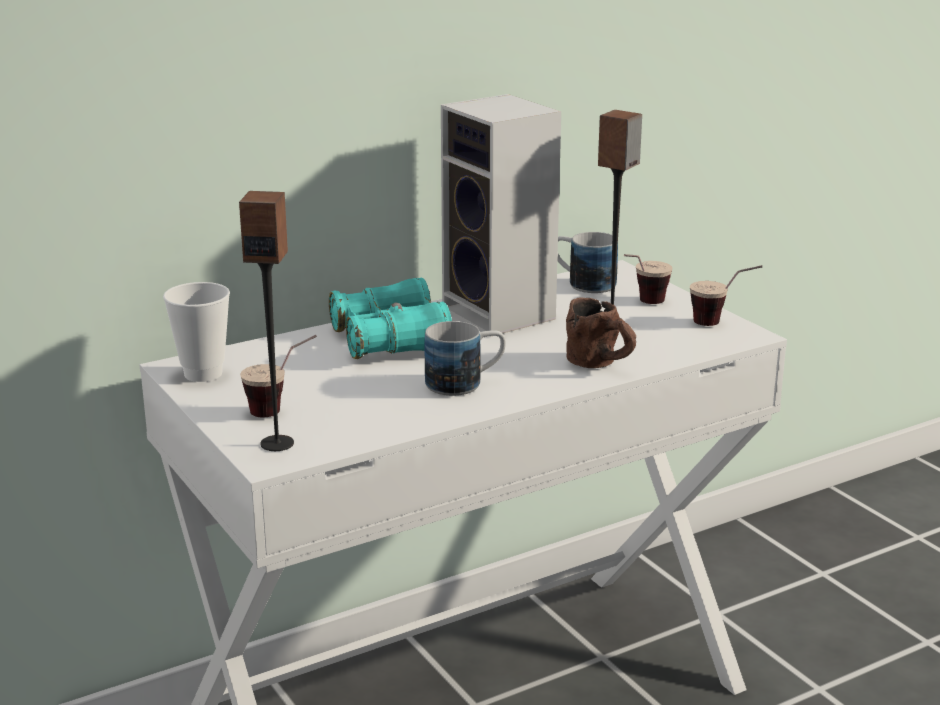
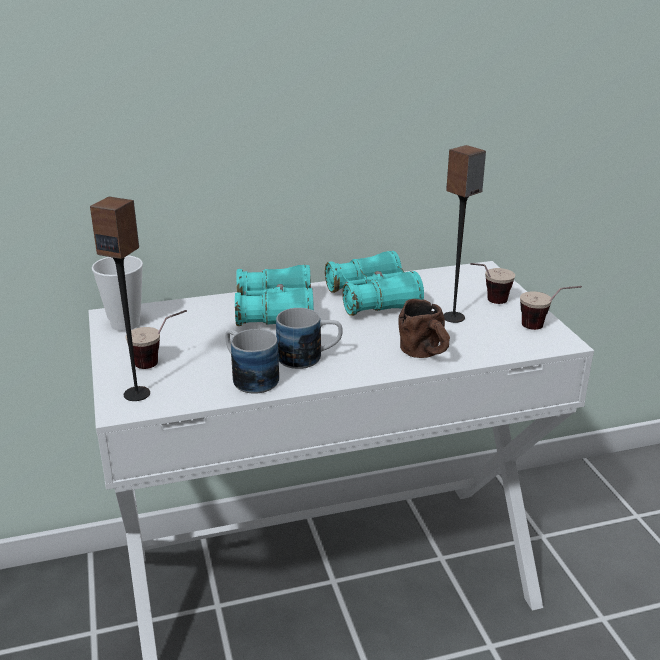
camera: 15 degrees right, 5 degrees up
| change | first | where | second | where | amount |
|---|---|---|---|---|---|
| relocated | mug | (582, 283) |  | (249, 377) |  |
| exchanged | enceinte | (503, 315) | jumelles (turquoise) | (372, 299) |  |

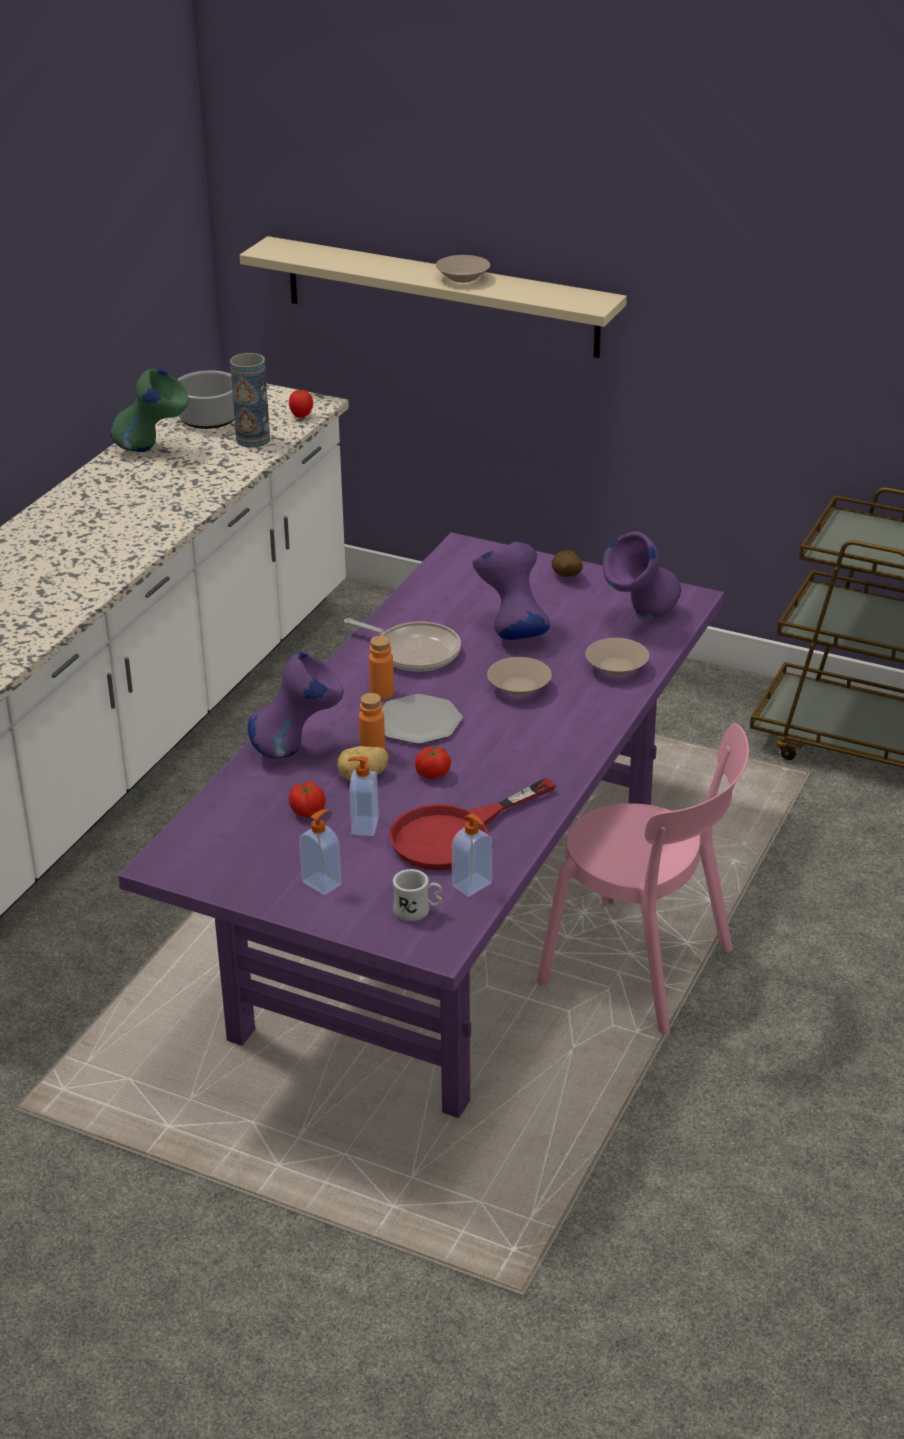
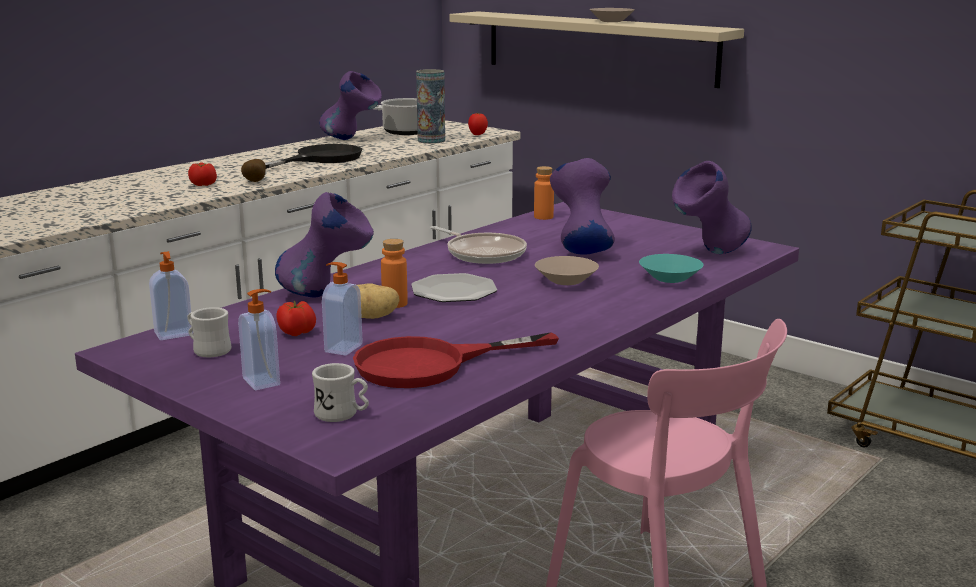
camera: 15 degrees right, 15 degrees down
| change | first | where | second | where | amount |
|---|---|---|---|---|---|
| relocated | distributeur de savon | (473, 885) |  | (174, 334) |  |
| appeared |  |  | mug (blanc) | (208, 350) |  |
| relocated | tomate | (432, 774) |  | (203, 185) |  |
| relocated | pomme de terre | (566, 577) |  | (254, 182) |  |
| appeared |  |  | poêle (noir) | (320, 159) |  |
| colour | vase (vert) | (153, 450) | vase (violet) | (352, 140) |  |
| relocated | bouteille (orange) | (382, 693) |  | (543, 217) |  |
| colour | bol (beige) | (617, 668) | bol (turquoise) | (671, 279) |  |

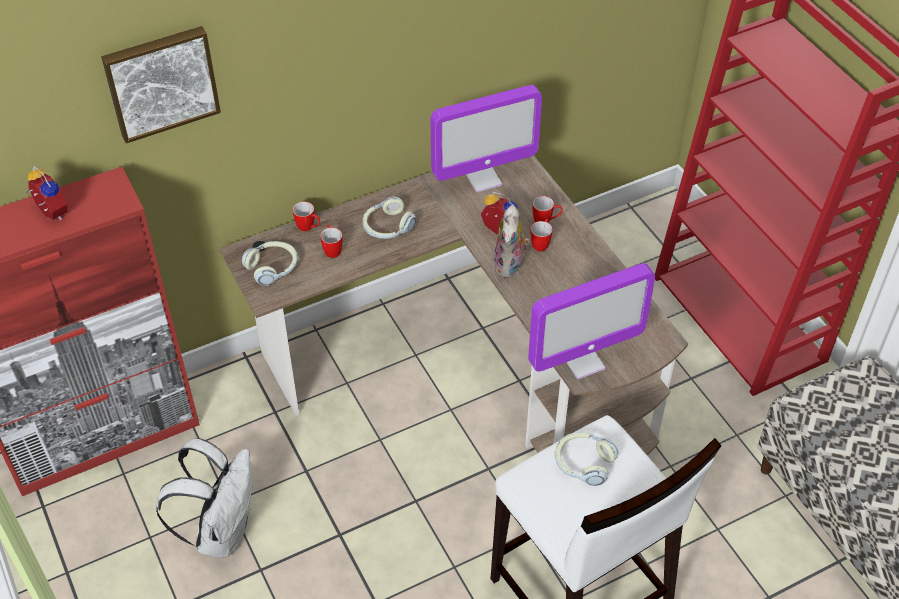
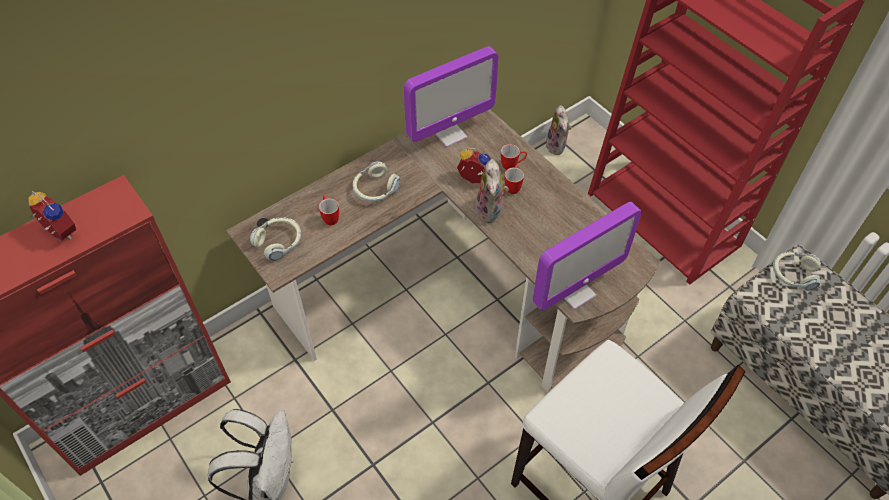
camera: 10 degrees left, 5 degrees up
| change | first | where | second | where | amount |
|---|---|---|---|---|---|
| appeared |  |  | peluche | (557, 146) |  |
| relocated | casque audio | (583, 463) |  | (793, 275) |  |
| missing | tableau | (161, 82) |  |  |  |
| missing | mug | (309, 228) |  |  |  |

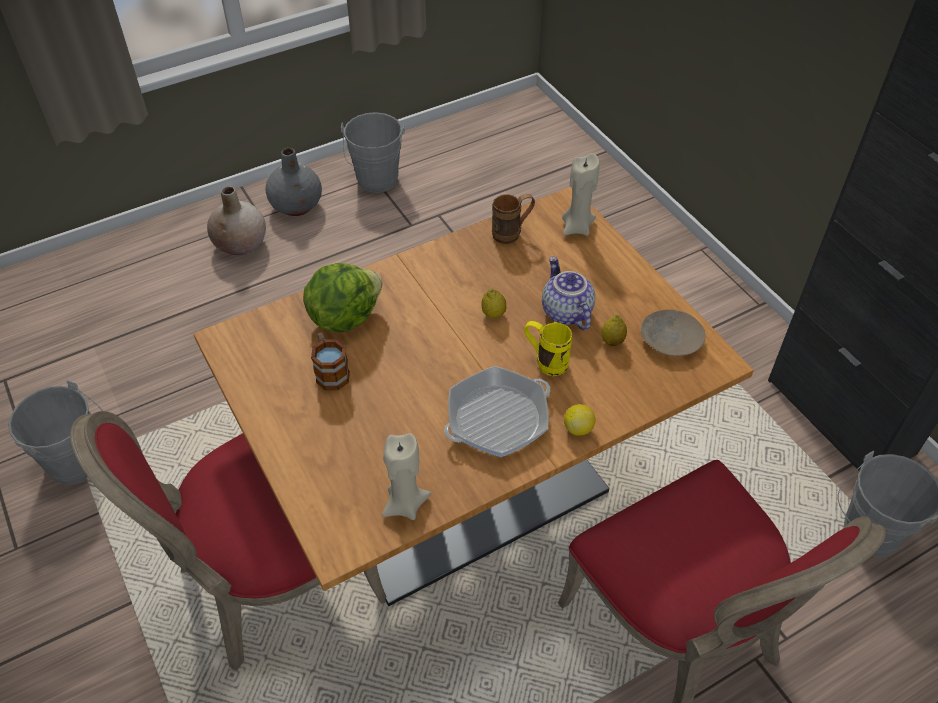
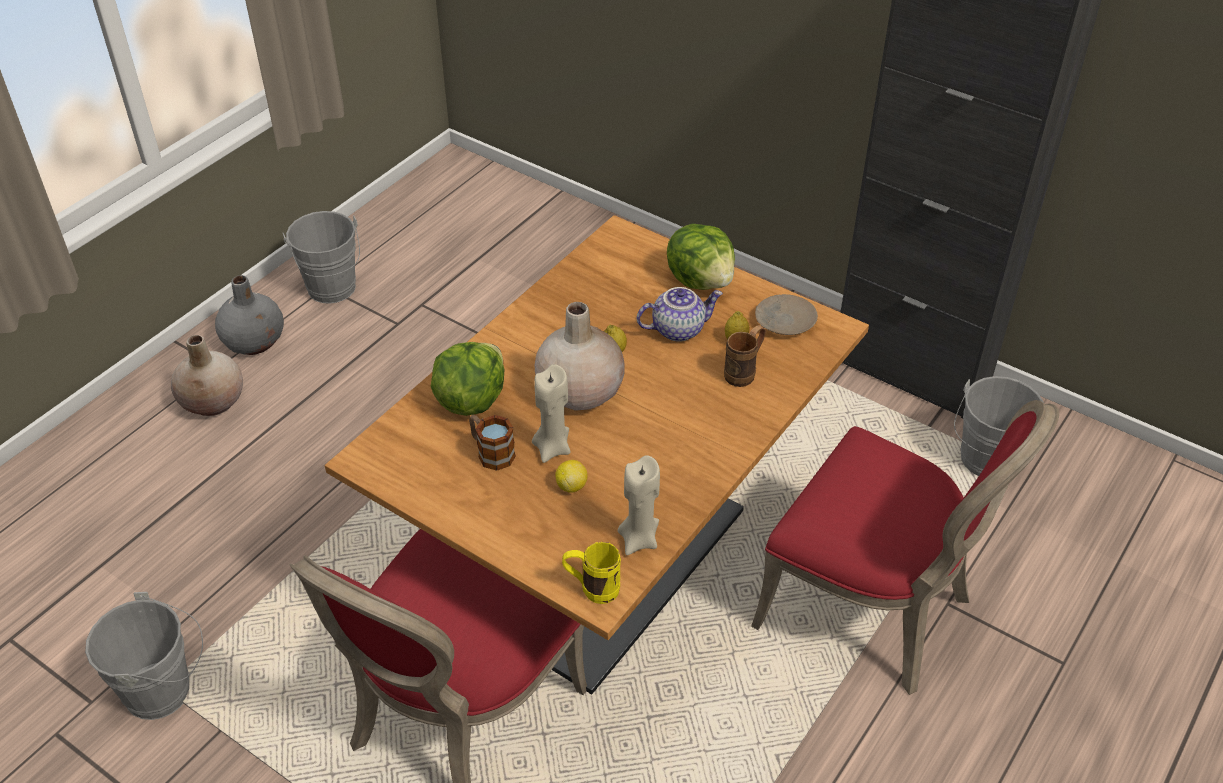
camera: 25 degrees left, 5 degrees down
| change | first | where | second | where | amount |
|---|---|---|---|---|---|
| relocated | bougie (beige) | (577, 227) |  | (552, 448) |  |
| appeared |  |  | vase (beige) | (579, 391) |  |
| relocated | citron | (578, 428) |  | (571, 486) |  |
| relocated | mug (jaune) | (545, 361) |  | (592, 589) |  |
| spun | théière | (565, 312) |  | (678, 329) | 120 degrees clockwise |
| appeared |  |  | laitue | (701, 280) |  |
| relocated | mug (marron) | (512, 233) |  | (744, 372) |  |
| missing | poêle | (497, 418) |  |  |  |

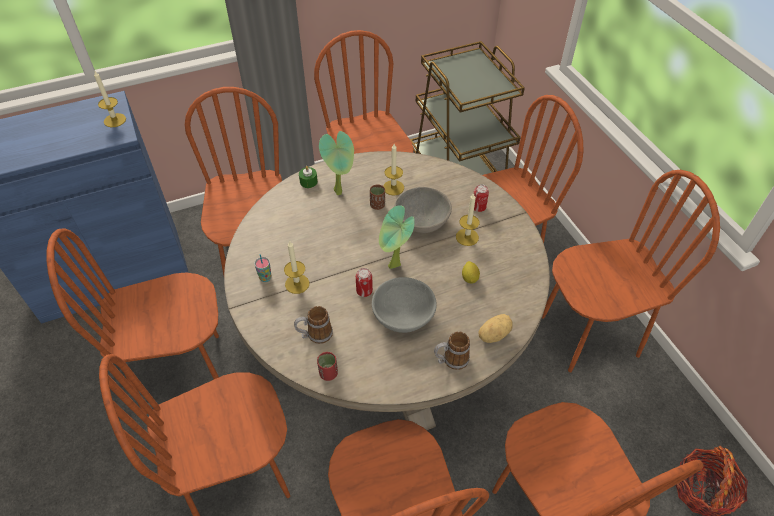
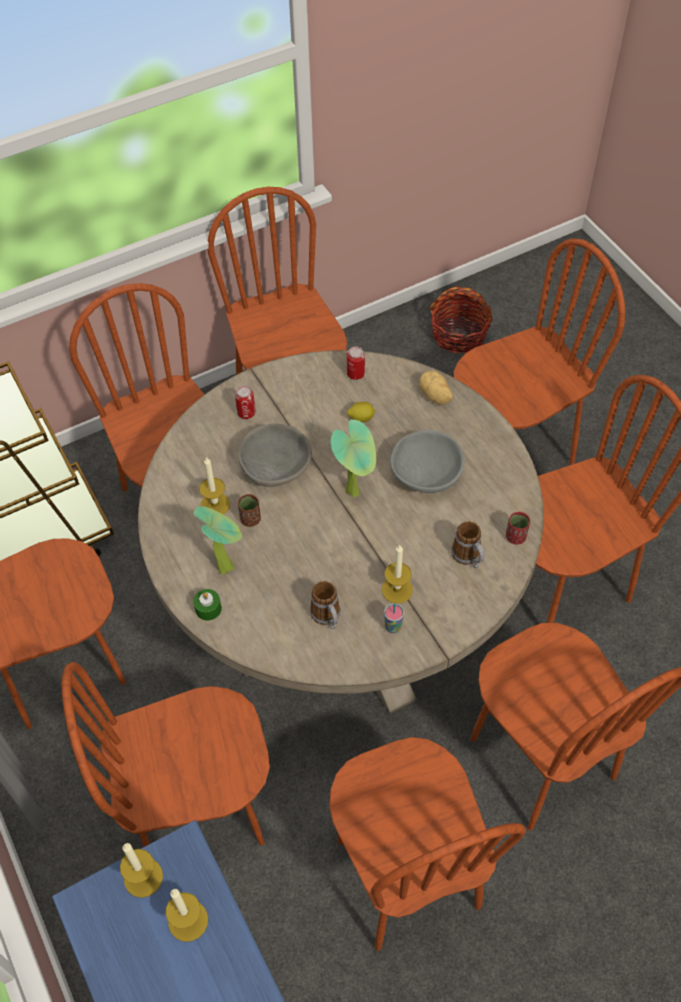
camera: 95 degrees left, 5 degrees up
| change | first | where | second | where | amount |
|---|---|---|---|---|---|
| relocated | bougie | (467, 237) |  | (188, 920) |  |
| relocated | mug | (450, 360) |  | (327, 617) |  |
| relocated | boîte métallique | (364, 291) |  | (355, 374) |  |

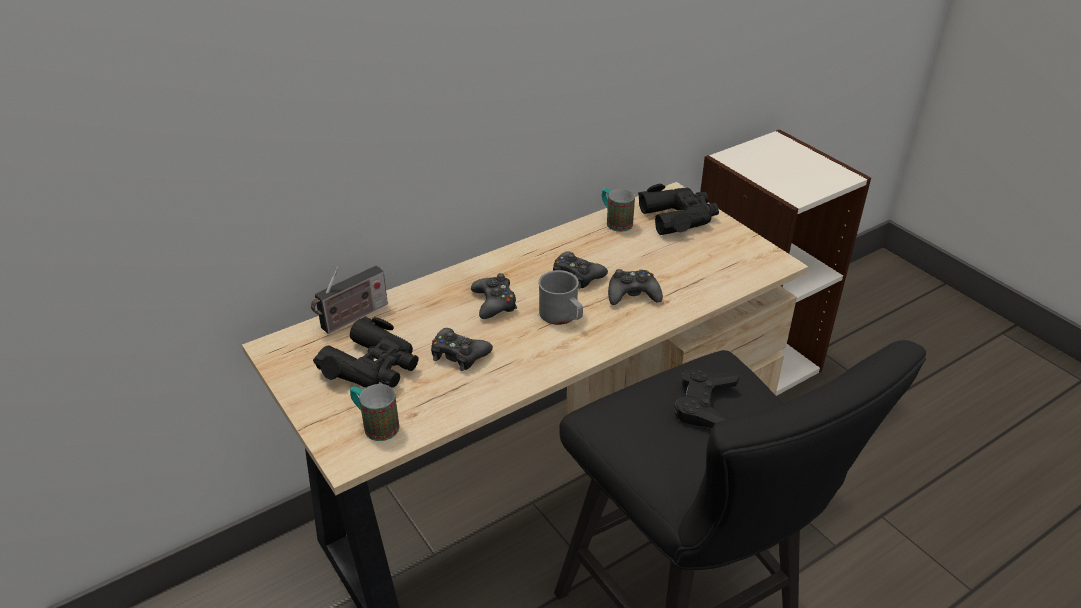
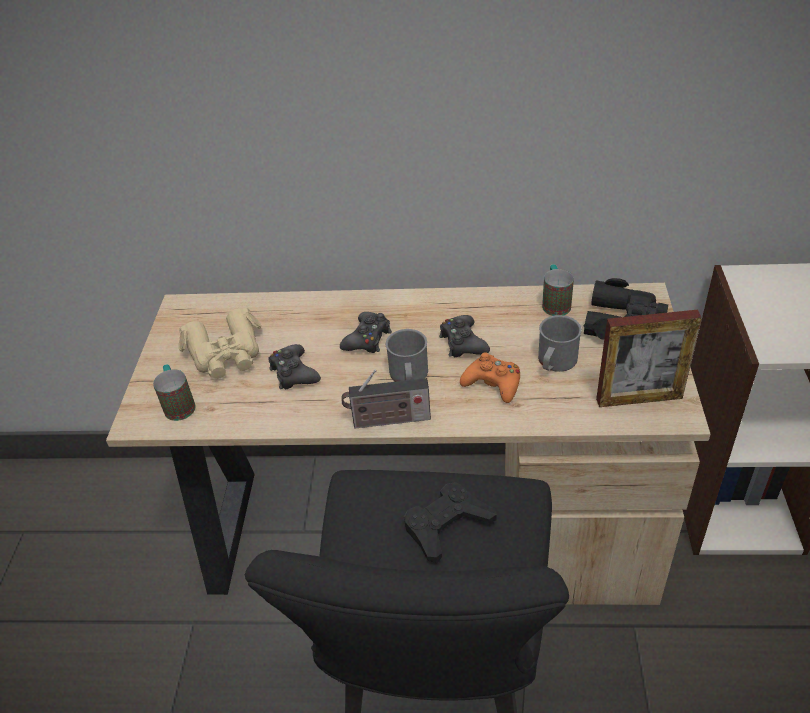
camera: 40 degrees right, 5 degrees up
| change | first | where | second | where | amount |
|---|---|---|---|---|---|
| colour | jumelles (noir) | (373, 366) | jumelles (beige) | (226, 353) |  |
| relocated | radio | (352, 318) |  | (388, 420) |  |
| colour | manette (noir) | (633, 294) | manette (orange) | (493, 384) |  |
| appeared |  |  | mug (gris) | (555, 363) |  |
| appeared |  |  | cadre photo | (639, 398) |  |

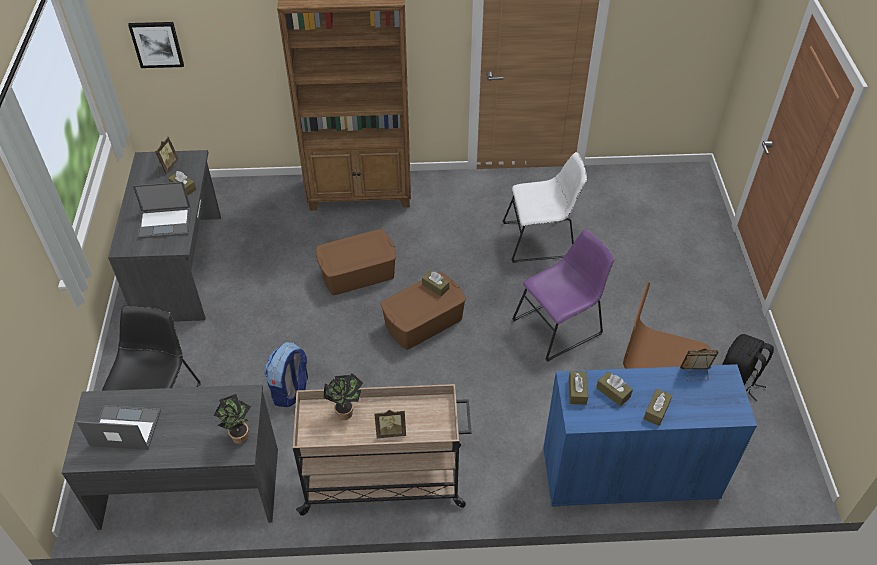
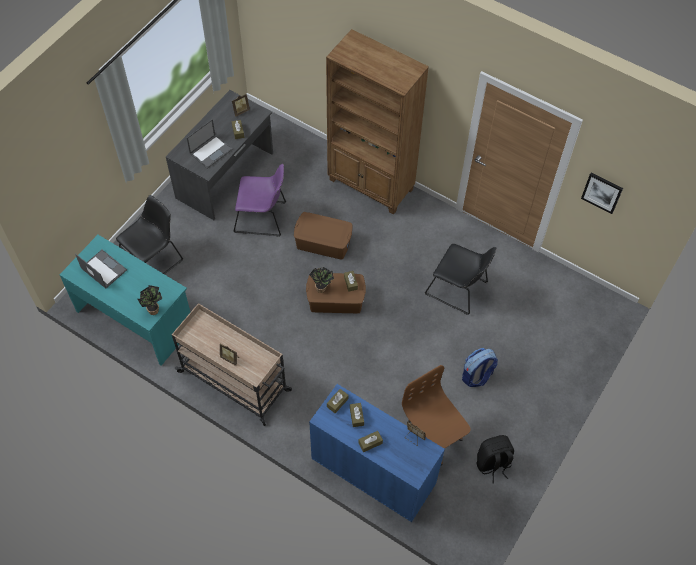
camera: 35 degrees right, 10 degrees up
| change | first | where | second | where | amount |
|---|---|---|---|---|---|
| colour | bureau (gris) | (190, 486) | bureau (turquoise) | (136, 318) |  |
| spun | ordinateur portable | (165, 222) |  | (211, 151) | 75 degrees counterclockwise |
| relocated | chaise (violet) | (560, 325) |  | (263, 217) |  |
| relocated | plante en pot | (345, 411) |  | (322, 288) |  |
| colour | chaise (blanc) | (541, 239) | chaise (noir) | (458, 289) |  |
| relocated | sac à dos | (291, 390) |  | (477, 376) |  |
| relocated | tableau | (157, 44) |  | (602, 192) |  |

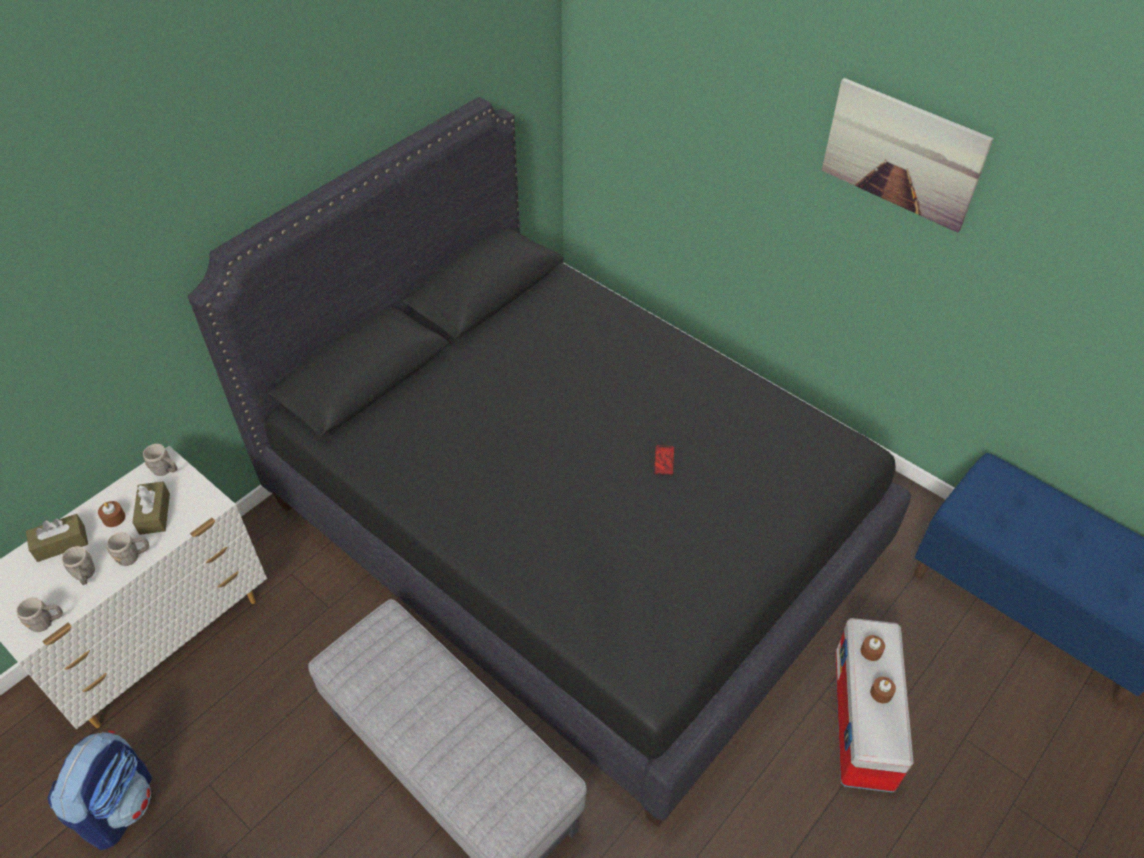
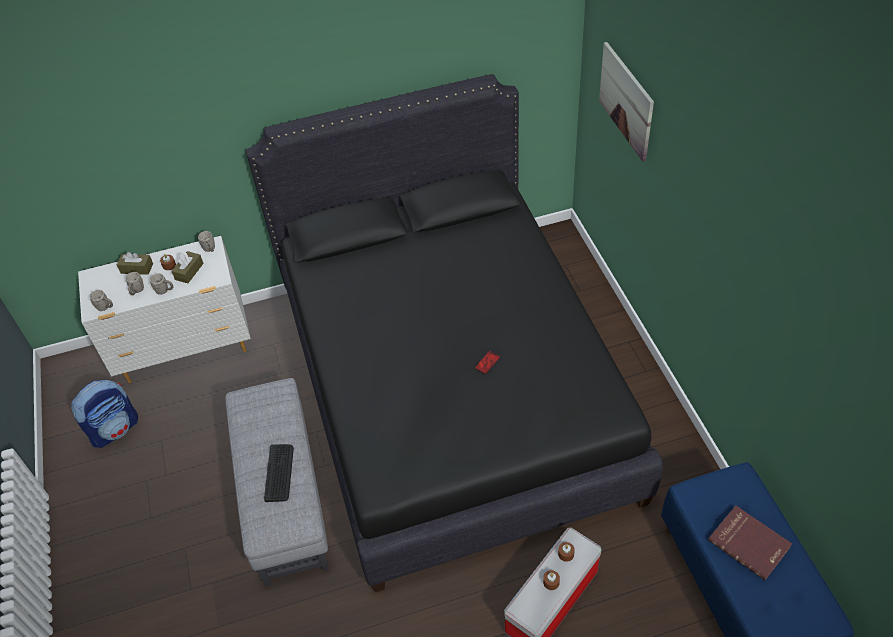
camera: 35 degrees right, 0 degrees up
| change | first | where | second | where | amount |
|---|---|---|---|---|---|
| appeared |  |  | clavier | (279, 473) |  |
| relocated | tableau | (902, 154) |  | (626, 100) |  |
| appeared |  |  | livre (rouge) | (749, 543) |  |

